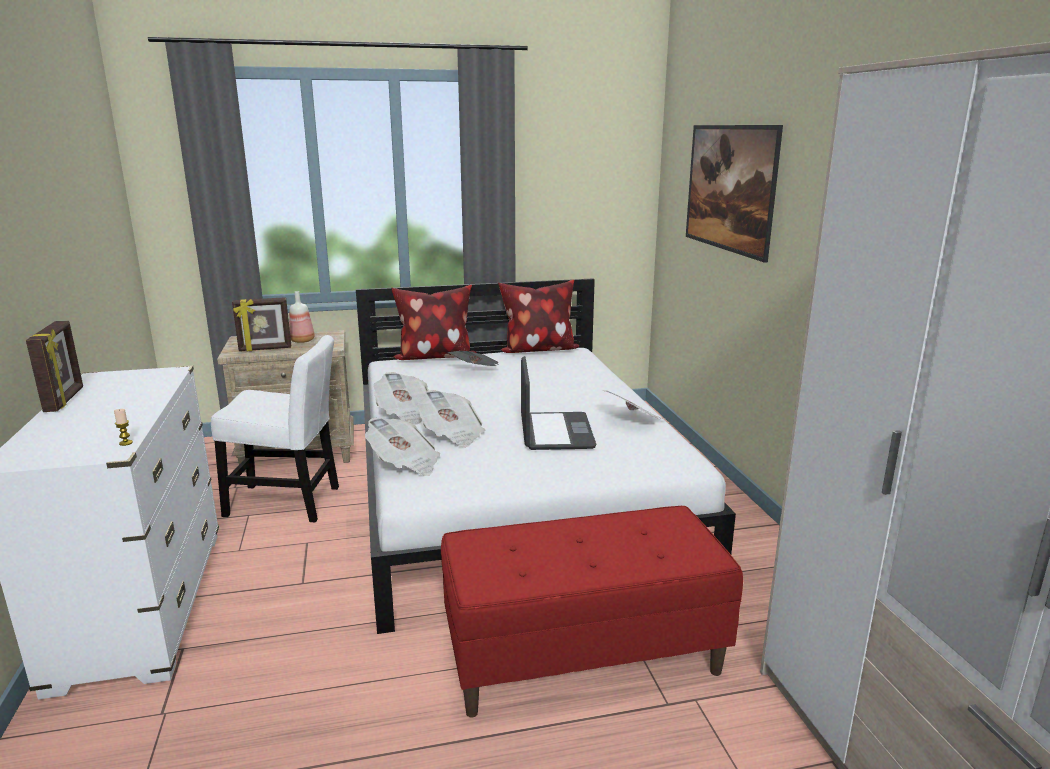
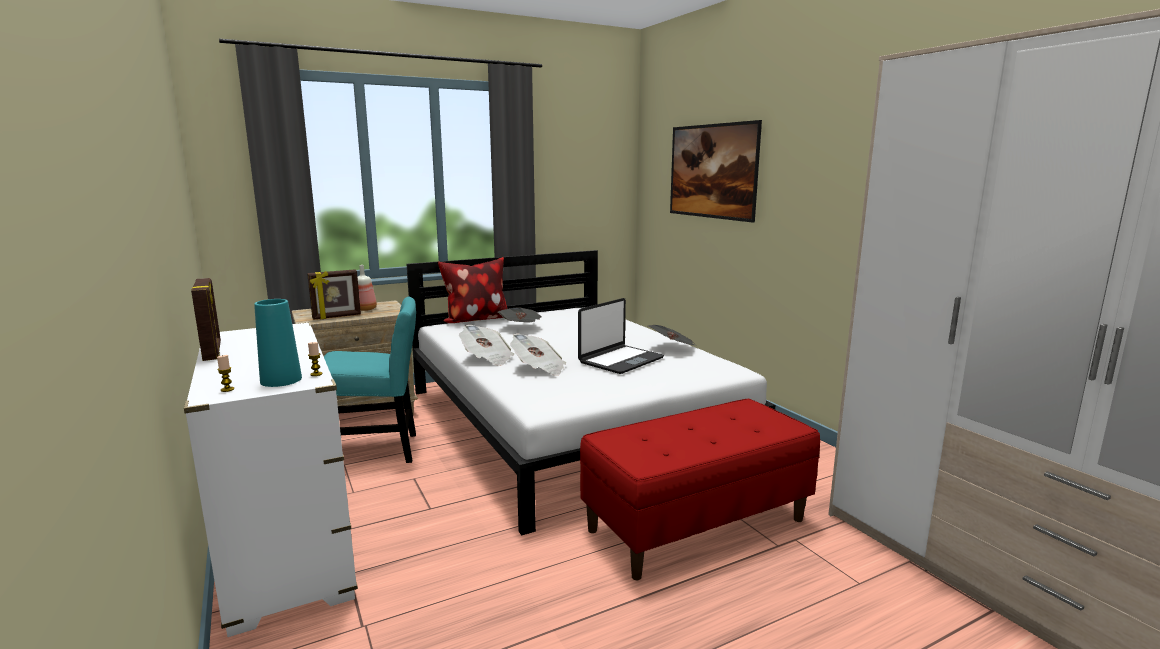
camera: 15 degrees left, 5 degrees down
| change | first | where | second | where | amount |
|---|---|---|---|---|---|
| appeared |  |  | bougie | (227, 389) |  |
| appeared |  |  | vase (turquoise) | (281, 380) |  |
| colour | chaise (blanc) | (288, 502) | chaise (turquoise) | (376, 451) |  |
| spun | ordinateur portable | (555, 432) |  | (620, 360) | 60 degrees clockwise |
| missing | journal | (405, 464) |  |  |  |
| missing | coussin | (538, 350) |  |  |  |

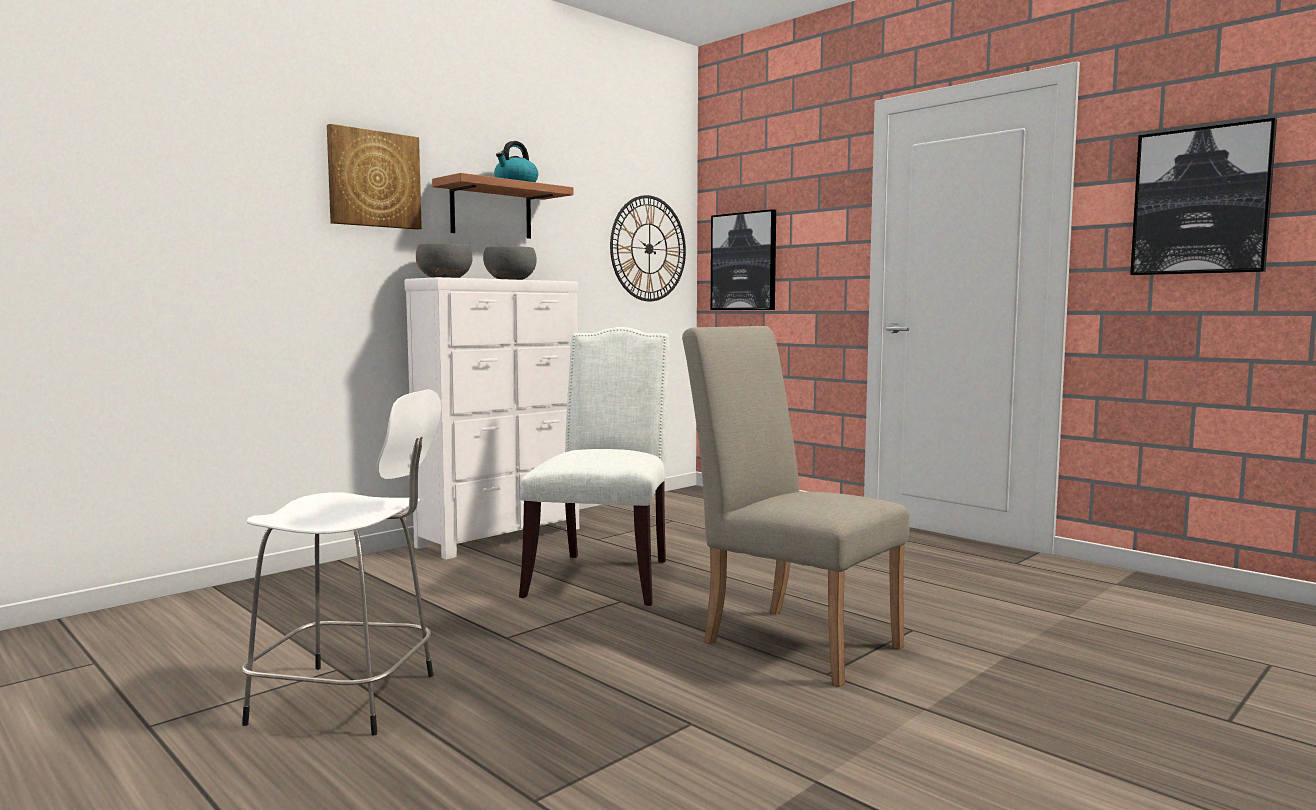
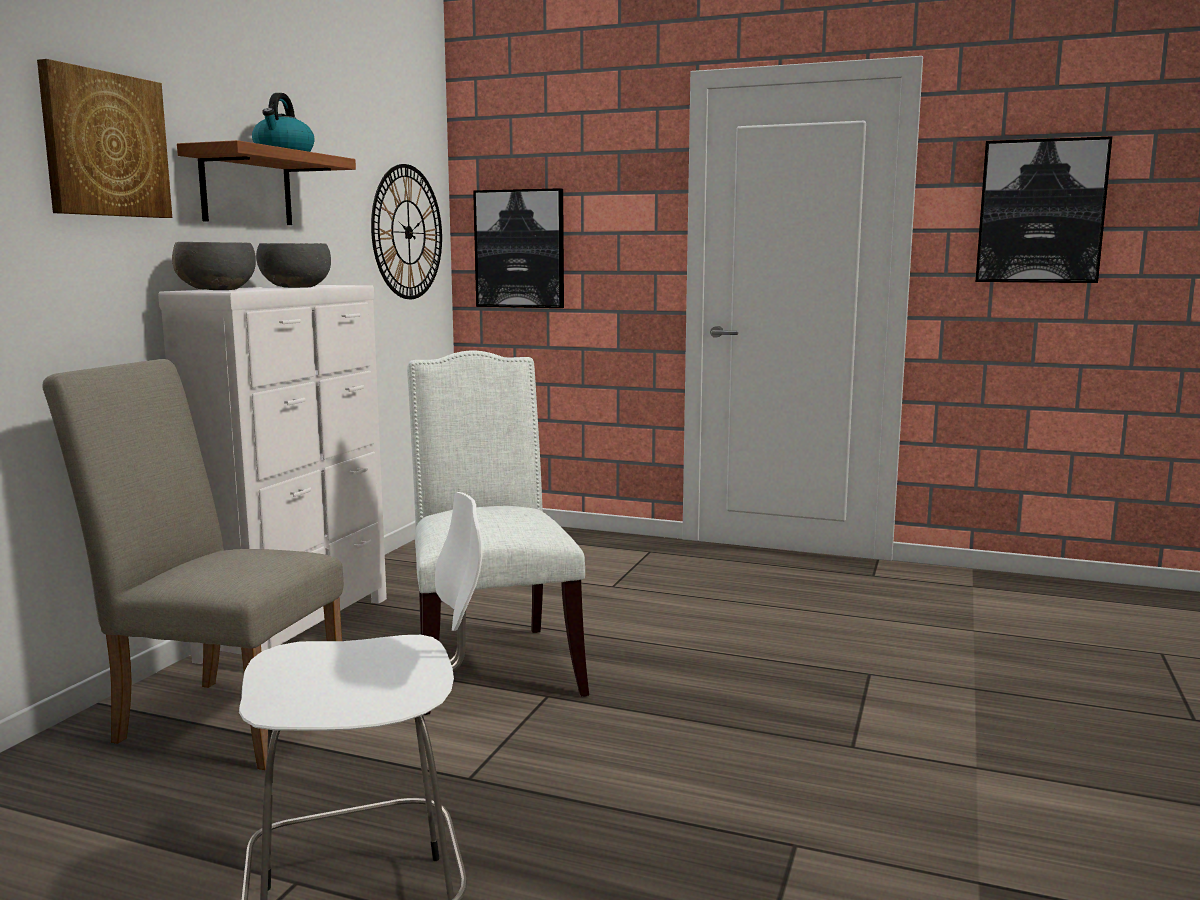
camera: 25 degrees left, 5 degrees up
| change | first | where | second | where | amount |
|---|---|---|---|---|---|
| relocated | chaise (beige) | (790, 639) |  | (220, 718) |  |

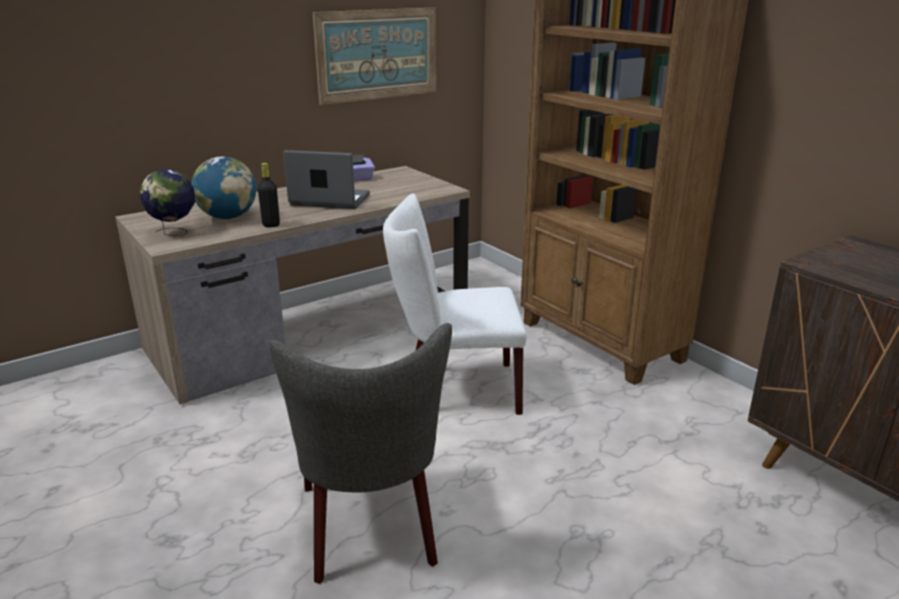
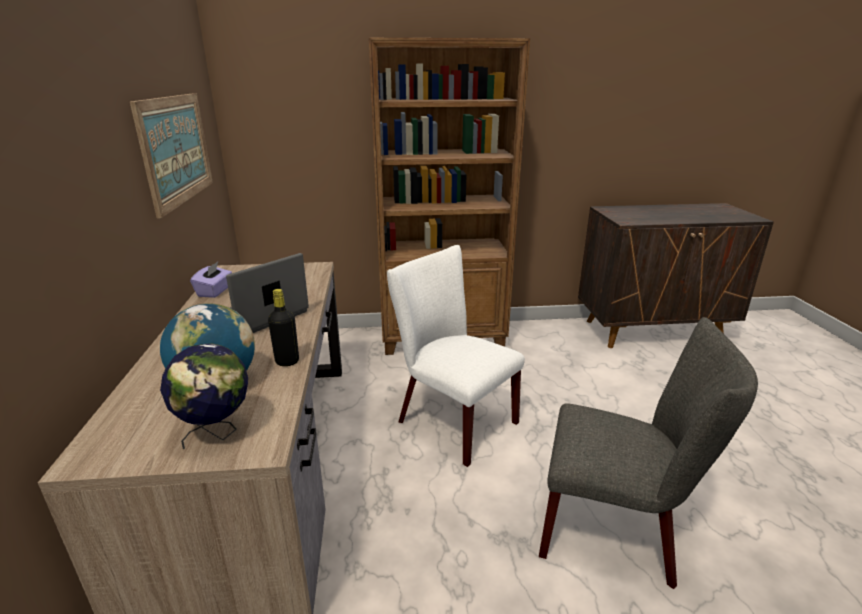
camera: 60 degrees left, 0 degrees up
| change | first | where | second | where | amount |
|---|---|---|---|---|---|
| spun | chaise (blanc) | (454, 389) |  | (450, 419) | 105 degrees clockwise |

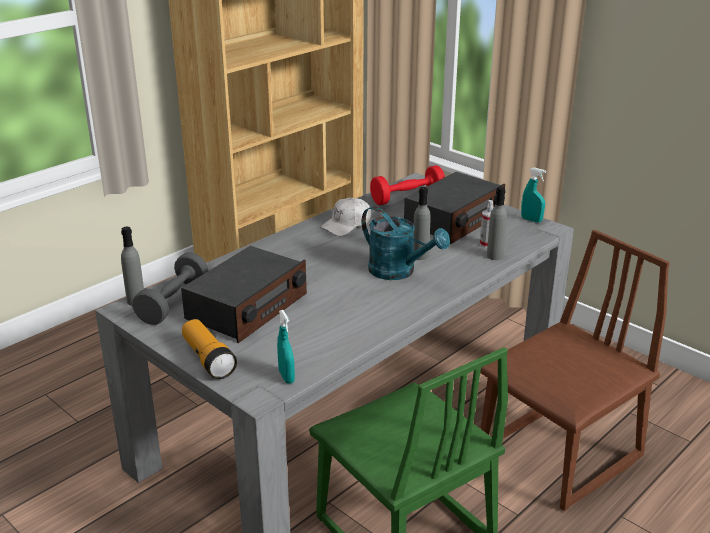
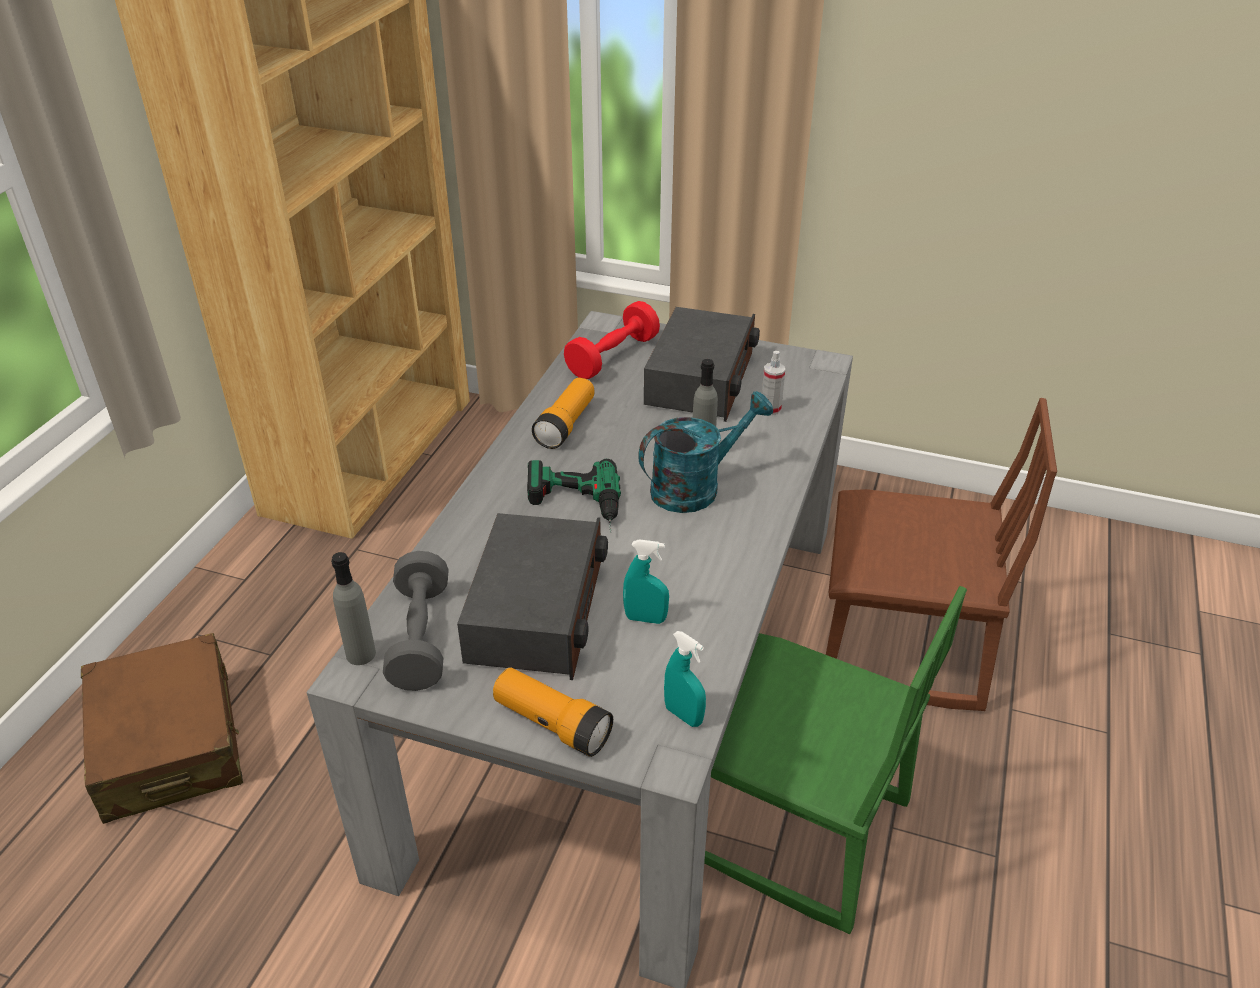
camera: 25 degrees left, 10 degrees up
| change | first | where | second | where | amount |
|---|---|---|---|---|---|
| appeared |  |  | valise (marron) | (170, 744) |  |
| appeared |  |  | perceuse | (574, 506) |  |
| exchanged | casquette (blanc) | (346, 225) | lampe de poche | (566, 425) |  |
| relocated | vaporisateur (turquoise) | (531, 220) |  | (645, 618) |  |
| spun | arrosoir (turquoise) | (399, 272) |  | (696, 487) | 45 degrees counterclockwise |
| spun | chaise (marron) | (561, 455) |  | (902, 650) | 75 degrees clockwise |
| missing | bouteille (gris) | (495, 256) |  |  |  |

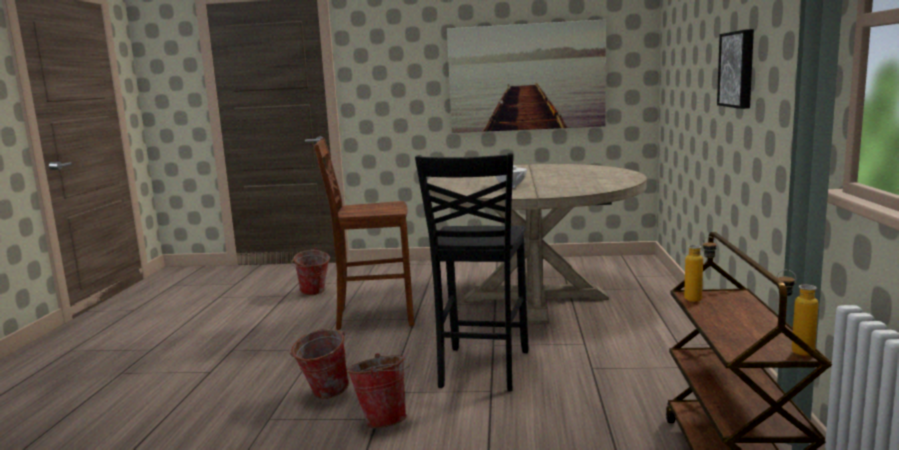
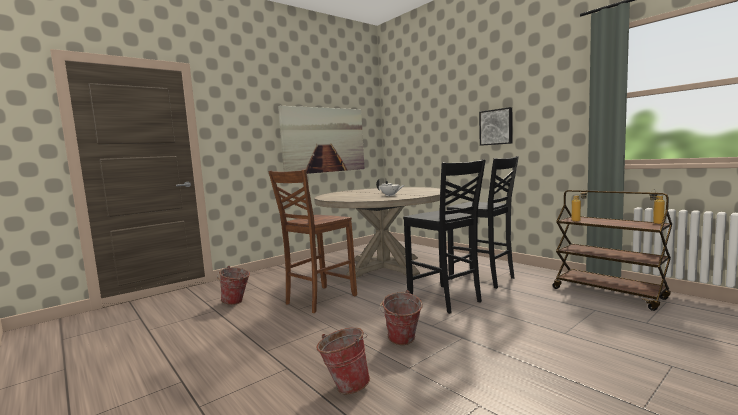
camera: 45 degrees left, 5 degrees down
| change | first | where | second | where | amount |
|---|---|---|---|---|---|
| relocated | seau | (382, 419) |  | (345, 385) |  |
| appeared |  |  | chaise (noir) | (483, 278) |  |

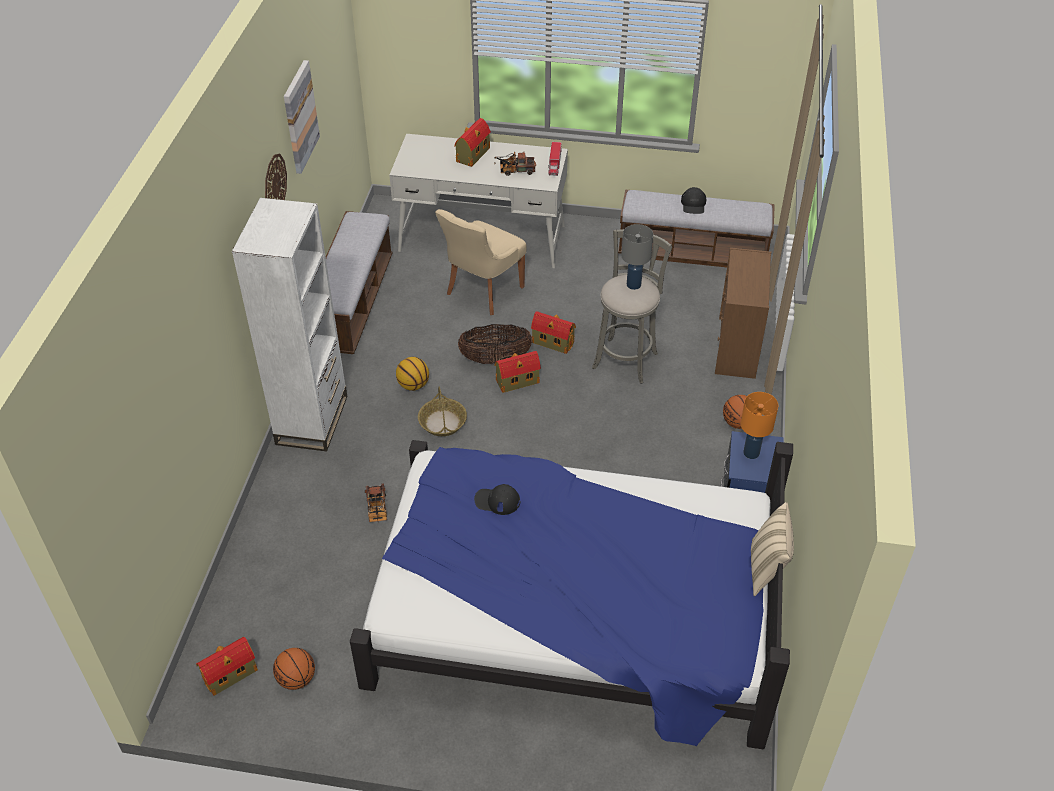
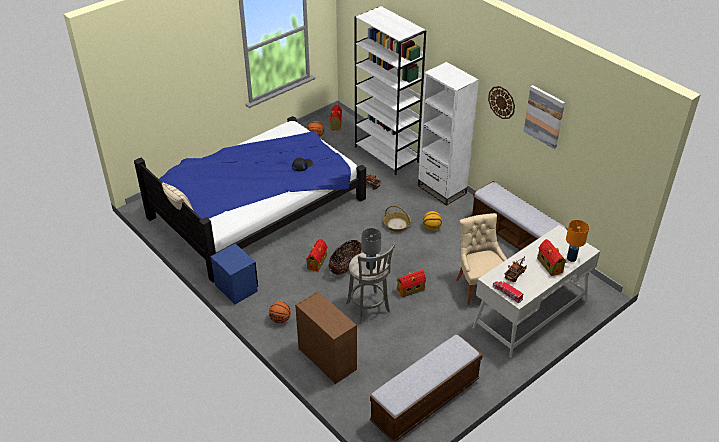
camera: 130 degrees right, 5 degrees down
| change | first | where | second | where | amount |
|---|---|---|---|---|---|
| relocated | maison miniature | (516, 381) |  | (317, 262) |  |
| relocated | panier | (495, 359) |  | (345, 267) |  |
| appeared |  |  | bibliothèque (blanc) | (387, 154) |  |
| relocated | lampe de table (orange) | (750, 453) |  | (571, 258) |  |
| missing | casquette (noir) | (693, 204) |  |  |  |

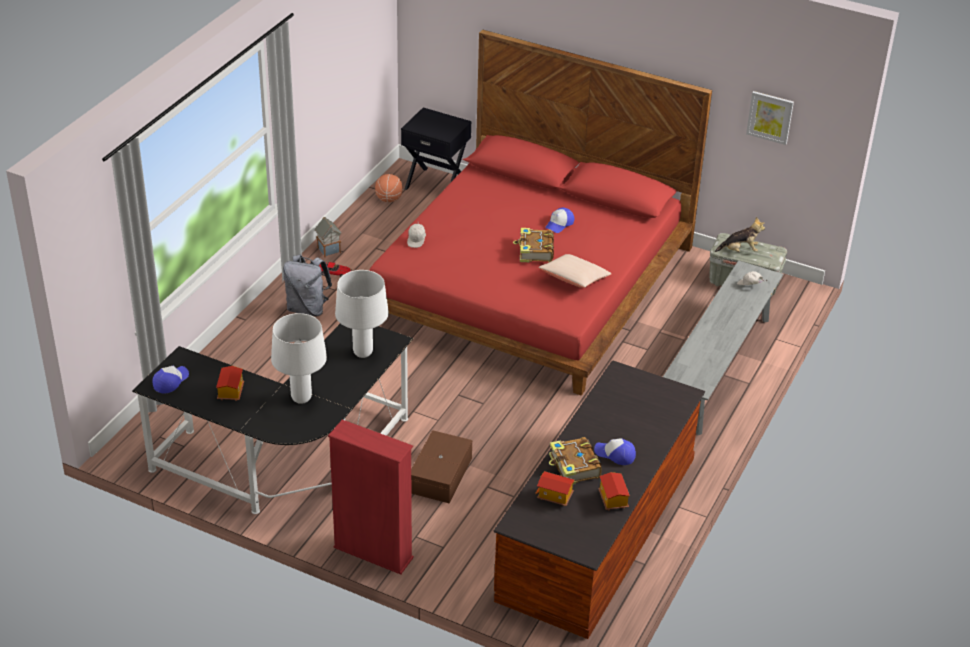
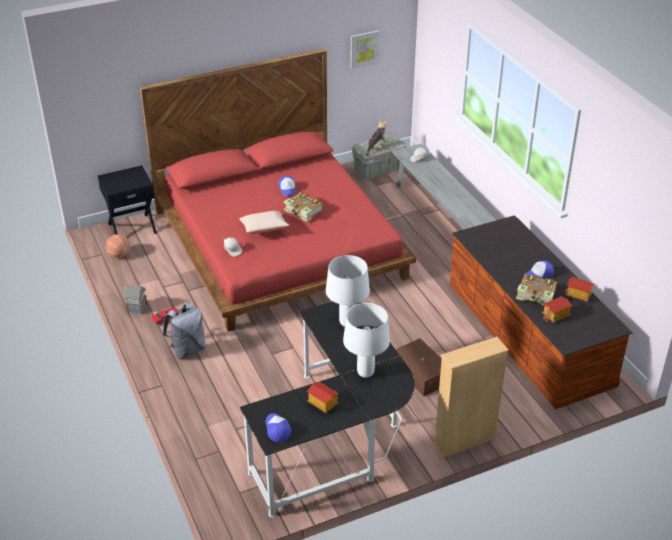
camera: 50 degrees left, 0 degrees up
| change | first | where | second | where | amount |
|---|---|---|---|---|---|
| relocated | coussin (beige) | (574, 279) |  | (264, 229) |  |
| colour | bibliothèque (rouge) | (373, 553) | bibliothèque (beige) | (464, 441) |  |

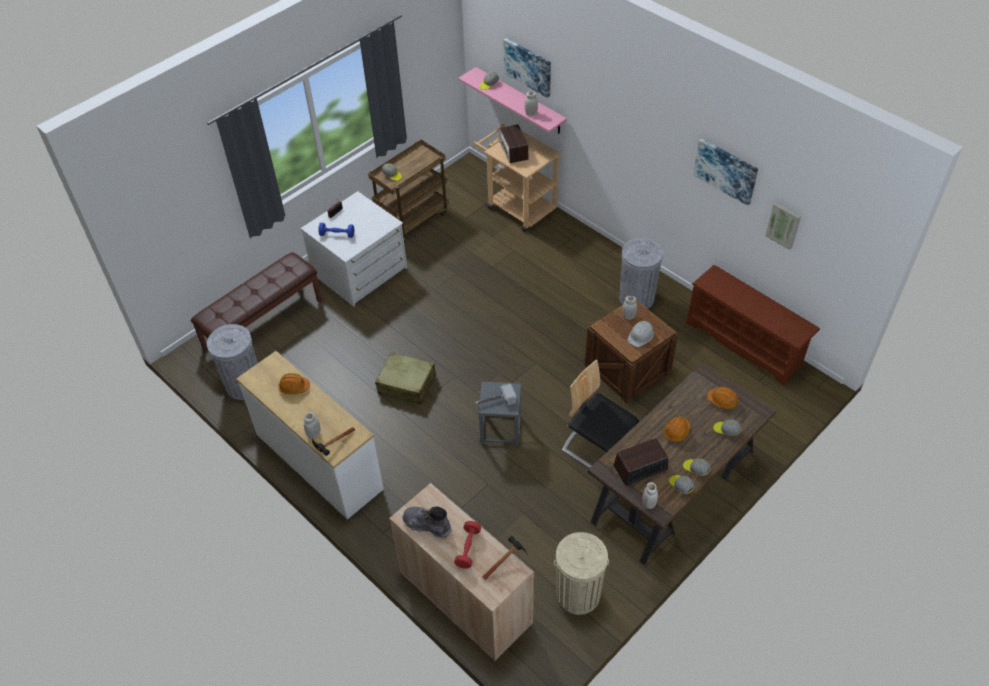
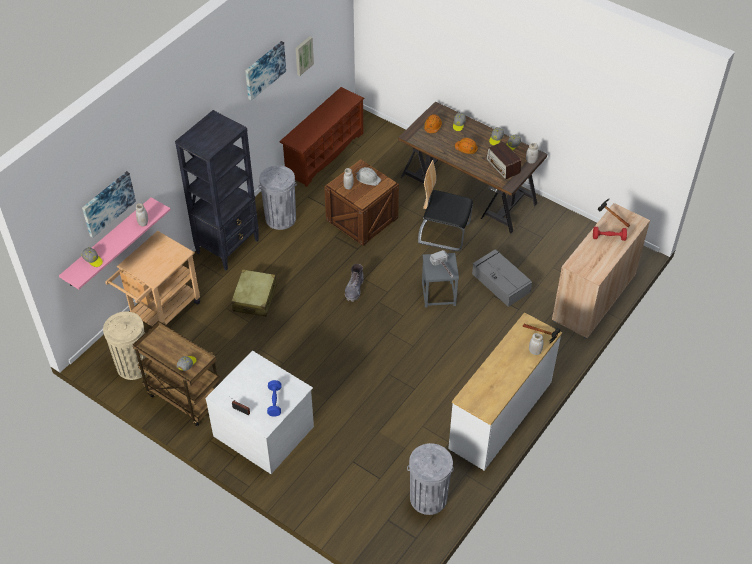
camera: 100 degrees left, 0 degrees up
| change | first | where | second | where | amount |
|---|---|---|---|---|---|
| relocated | poubelle (beige) | (578, 594) |  | (133, 366) |  |
| appeared |  |  | bibliothèque (noir) | (228, 246) |  |
| relocated | valise (beige) | (407, 384) |  | (255, 298) |  |
| relocated | botte (gris) | (427, 525) |  | (354, 289) |  |
| spun | chaise | (598, 448) |  | (443, 233) | 75 degrees clockwise |
| appeared |  |  | boîte de rangement (gris) | (500, 282) |  |
| missing | banc (marron) | (263, 324) |  |  |  |
| missing | casque de chantier (orange) | (294, 387) |  |  |  |
| missing | radio | (513, 151) |  |  |  |

